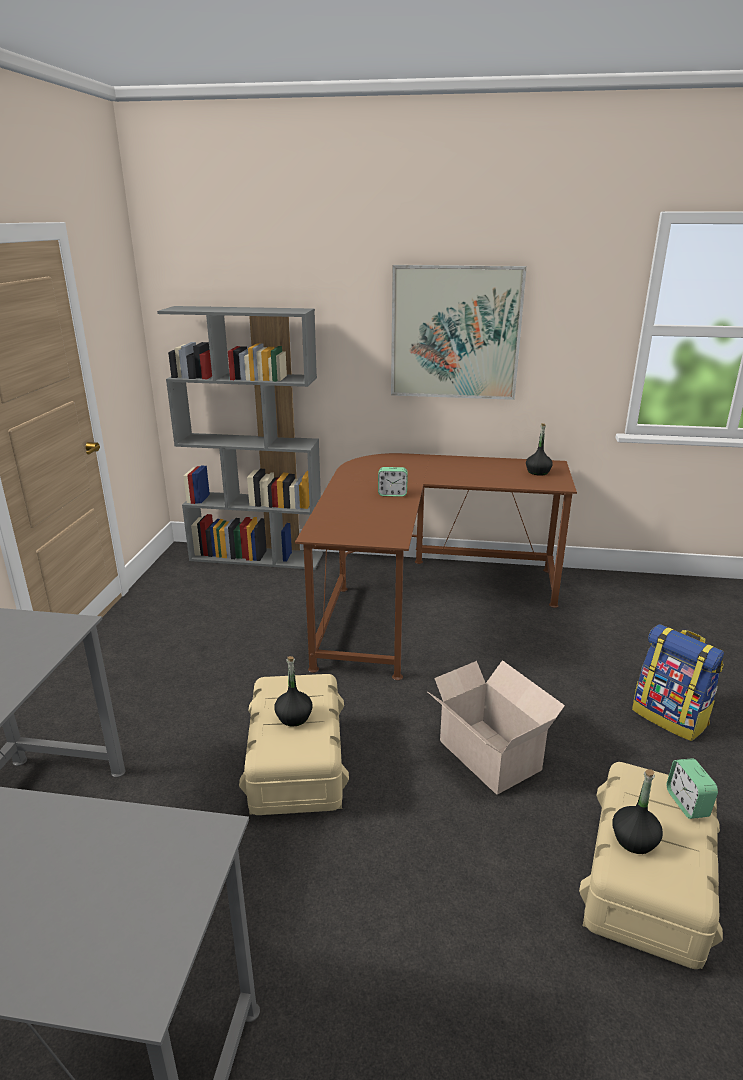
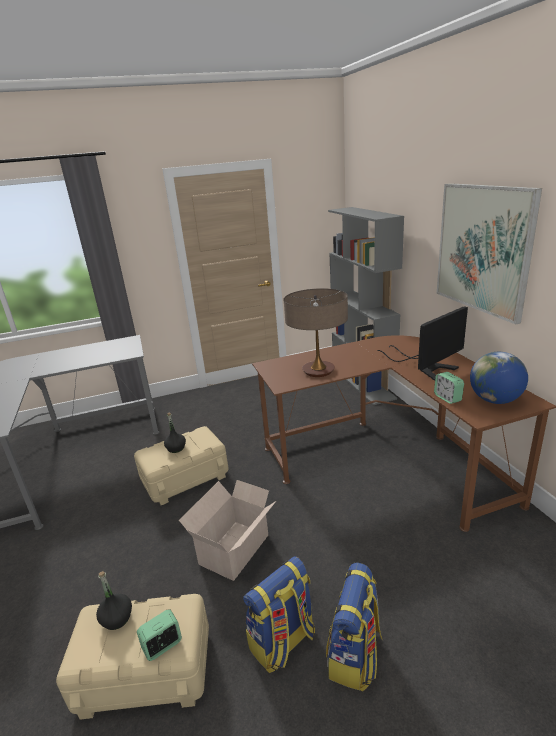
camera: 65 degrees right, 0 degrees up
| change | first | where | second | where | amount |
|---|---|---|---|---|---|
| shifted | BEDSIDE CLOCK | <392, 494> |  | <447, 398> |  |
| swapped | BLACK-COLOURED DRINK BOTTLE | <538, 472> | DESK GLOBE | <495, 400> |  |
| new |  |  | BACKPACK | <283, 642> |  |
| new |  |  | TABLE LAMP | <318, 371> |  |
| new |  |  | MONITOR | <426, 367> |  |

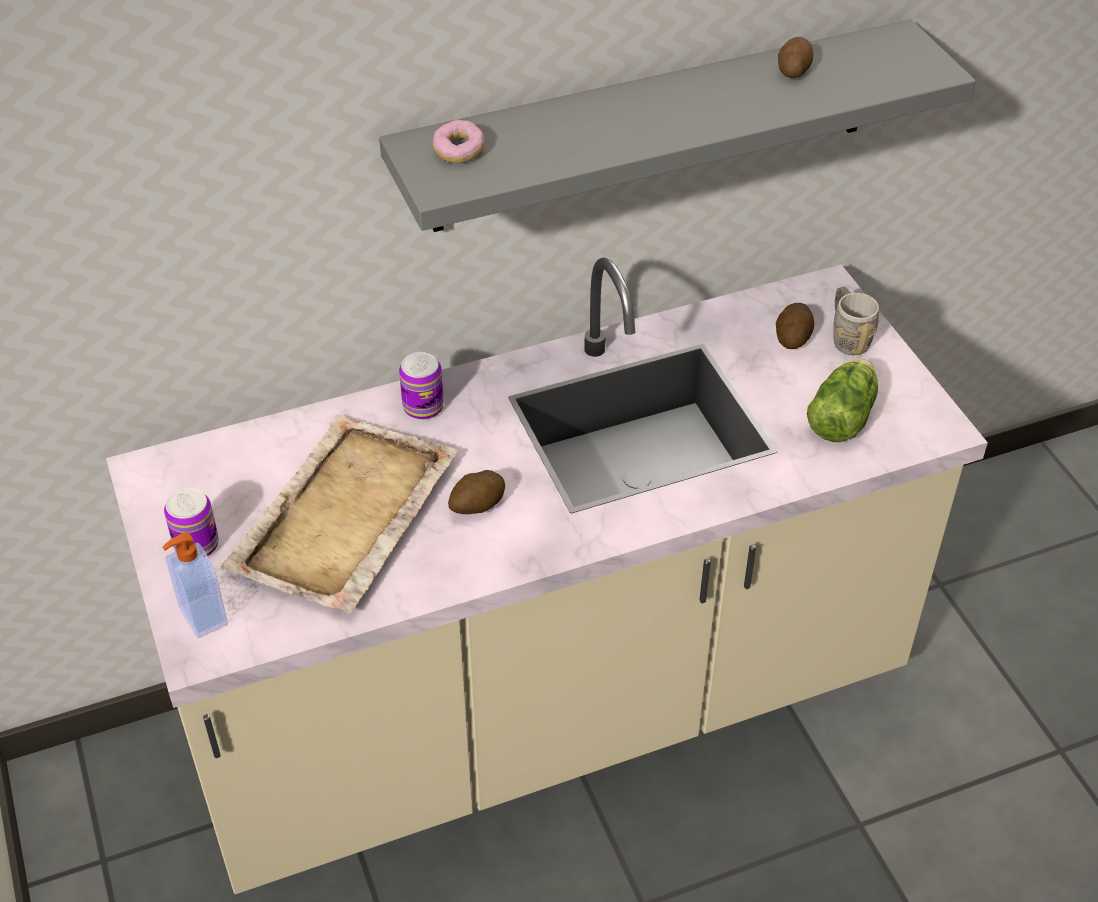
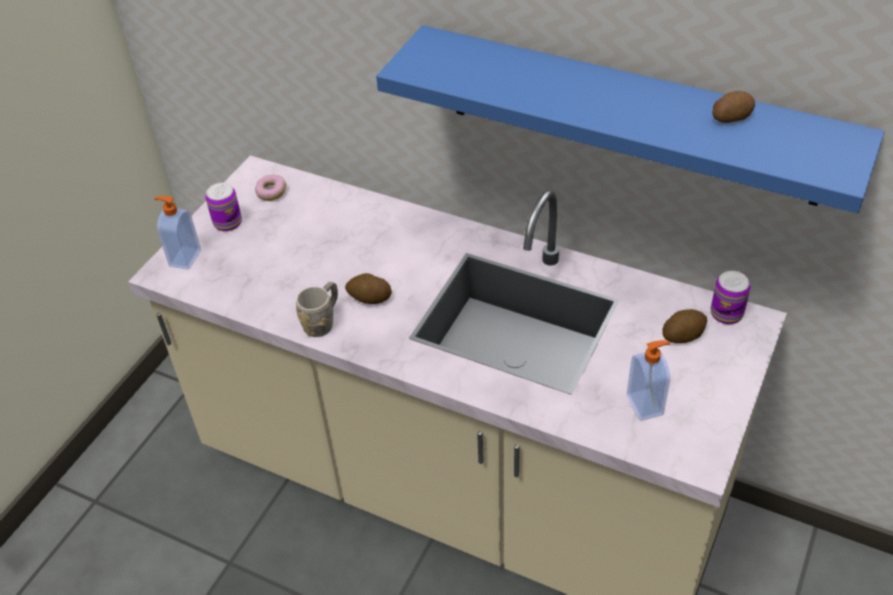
camera: 50 degrees right, 0 degrees up
| change | first | where | second | where | amount |
|---|---|---|---|---|---|
| gone | SAND-COLOURED SERVING TRAY | <342, 517> |  |  |  |
| repainted | GRAY SHELF | <654, 127> | BLUISH SHELF | <631, 115> |  |
| shifted | METAL CAN | <423, 407> |  | <726, 314> |  |
| shifted | DONUT | <458, 152> |  | <271, 193> |  |
| swapped | LETTUCE HEAD | <843, 415> | SOAP DISPENSER | <646, 404> |  |
| shifted | GRAY TEA MUG | <847, 338> |  | <322, 321> |  |

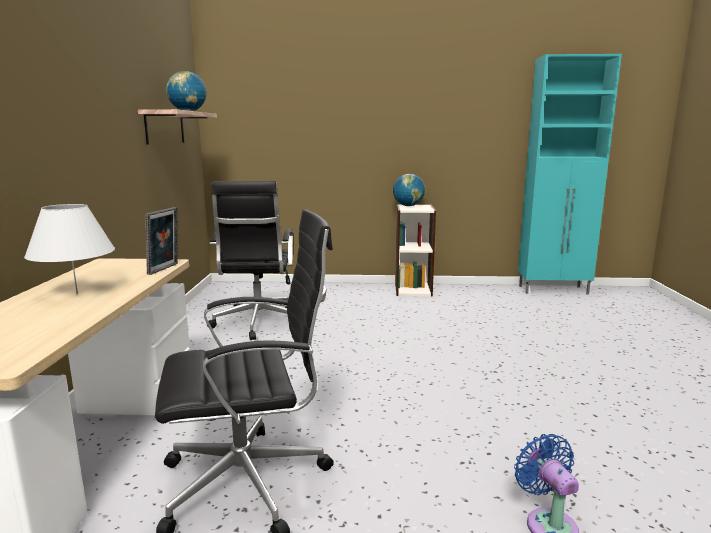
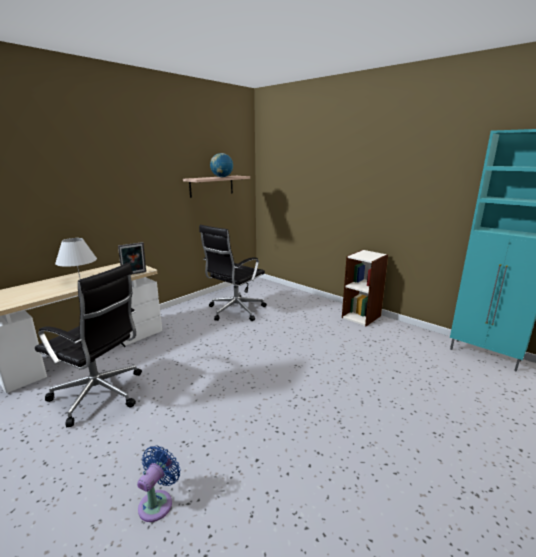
camera: 40 degrees right, 5 degrees up
| change | first | where | second | where | amount |
|---|---|---|---|---|---|
| gone | DESK GLOBE | <408, 206> |  |  |  |

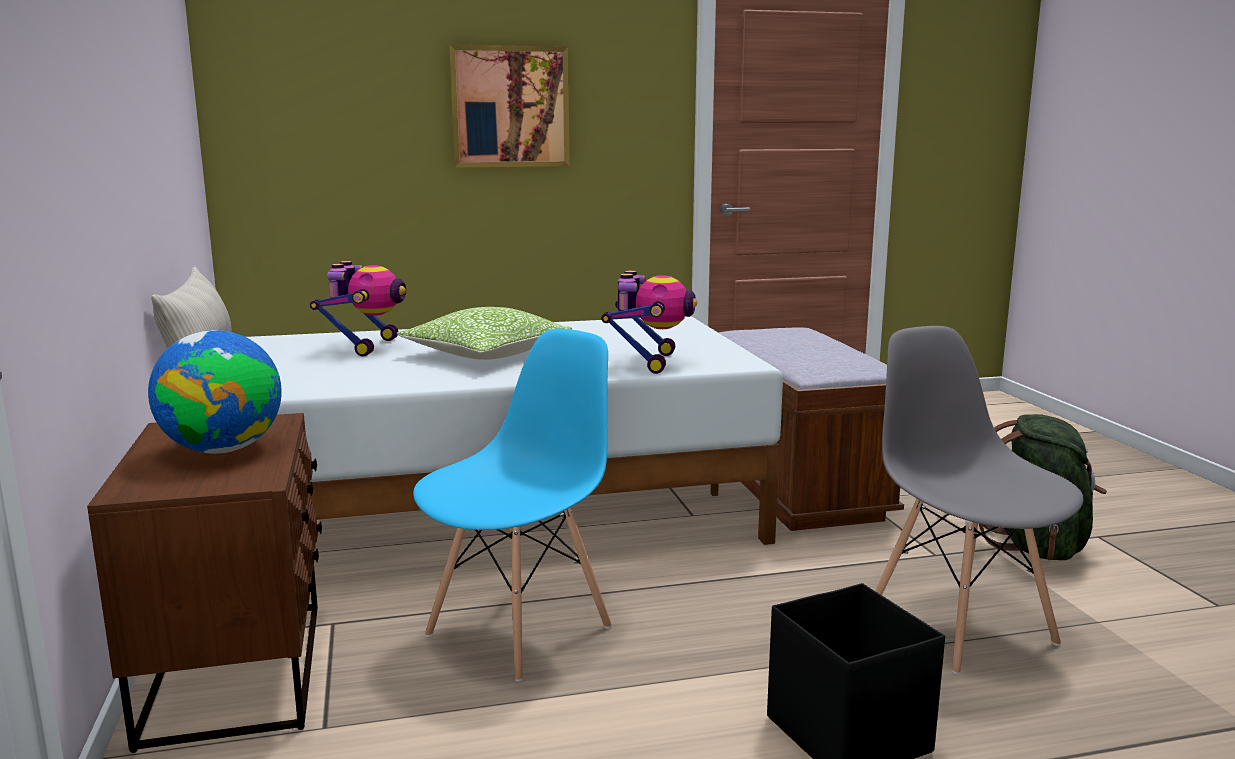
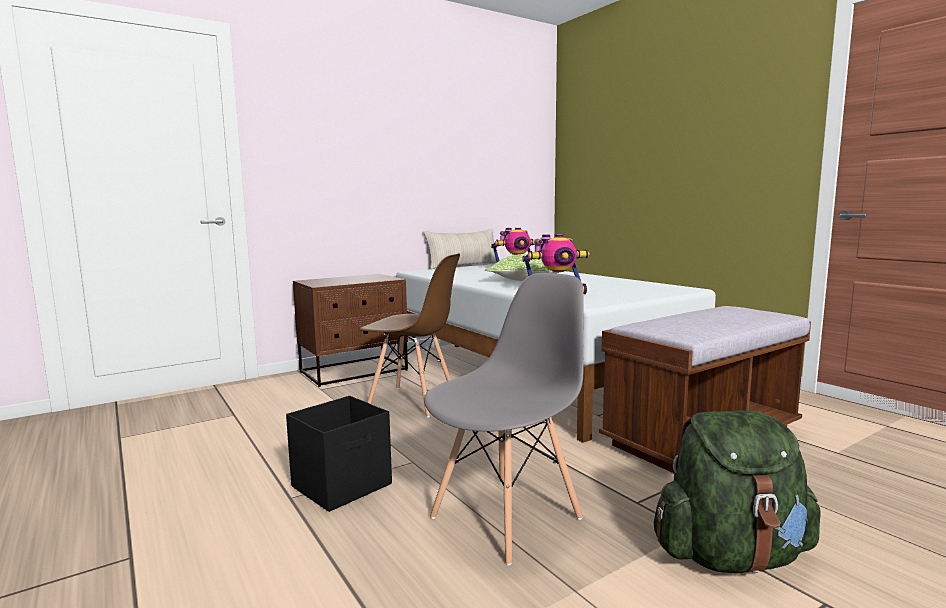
camera: 70 degrees right, 5 degrees down
| change | first | where | second | where | amount |
|---|---|---|---|---|---|
| gone | DESK GLOBE | <223, 450> |  |  |  |
| repainted | BLUISH CHAIR | <520, 630> | BROWN CHAIR | <412, 402> |  |
| gone | PICTURE | <510, 107> |  |  |  |

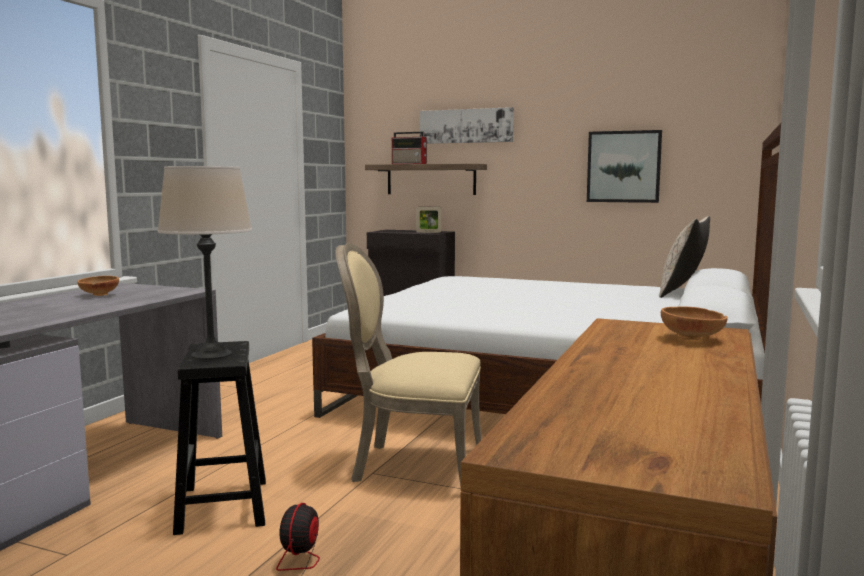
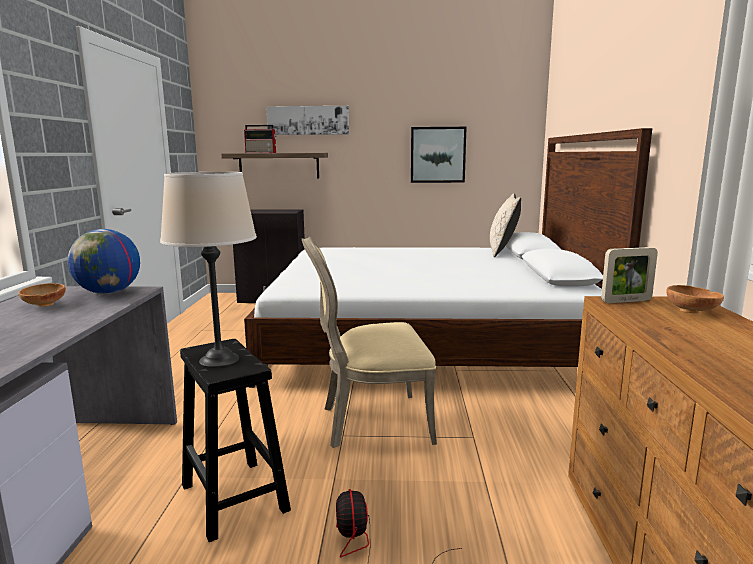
camera: 20 degrees left, 5 degrees up
| change | first | where | second | where | amount |
|---|---|---|---|---|---|
| shifted | PICTURE FRAME | <428, 232> |  | <626, 301> |  |
| new |  |  | DESK GLOBE | <109, 292> |  |

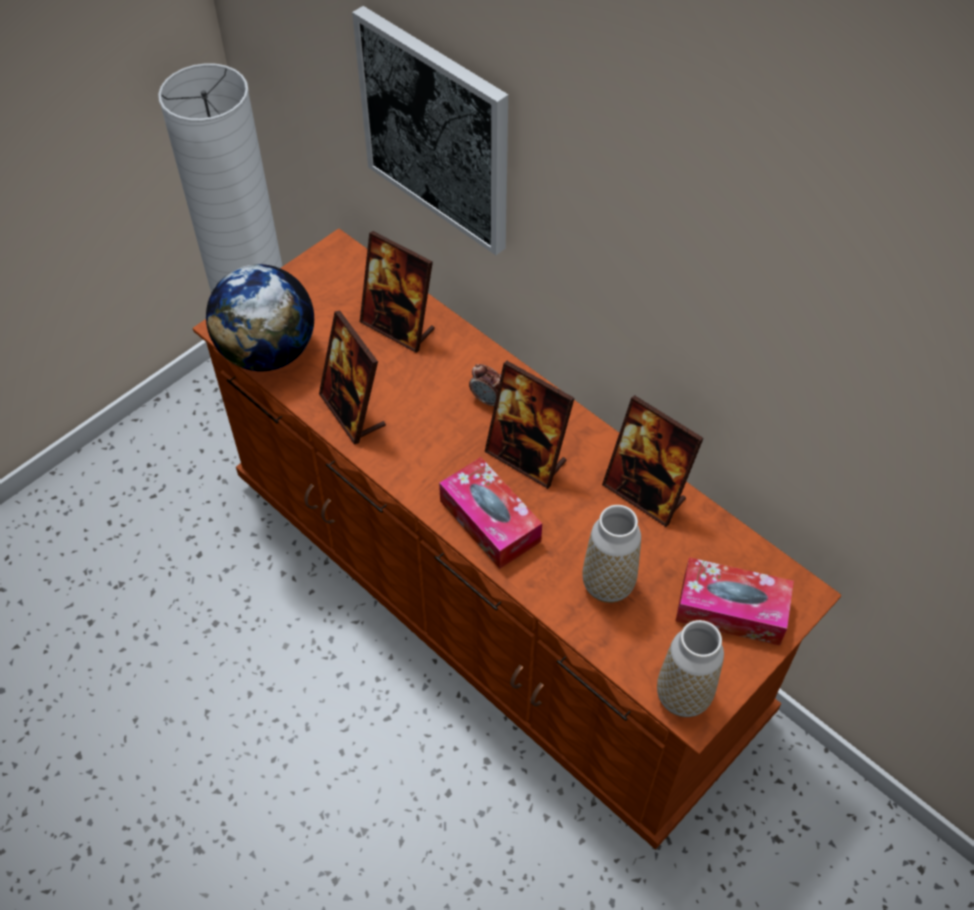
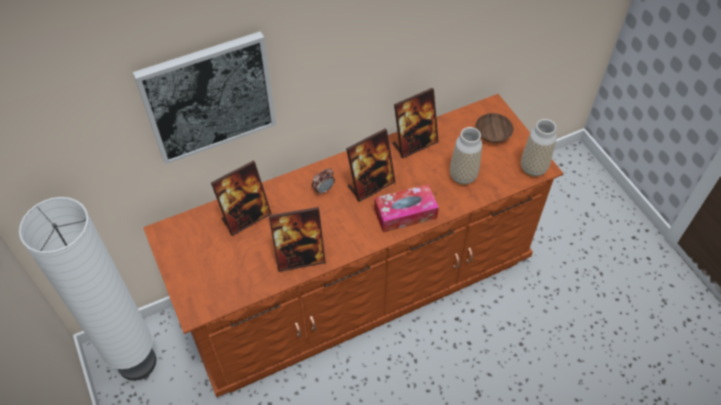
camera: 70 degrees left, 0 degrees up
| change | first | where | second | where | amount |
|---|---|---|---|---|---|
| gone | DESK GLOBE | <268, 352> |  |  |  |
| swapped | TISSUE HOLDER | <731, 609> | BROWN BOWL | <493, 134> |  |

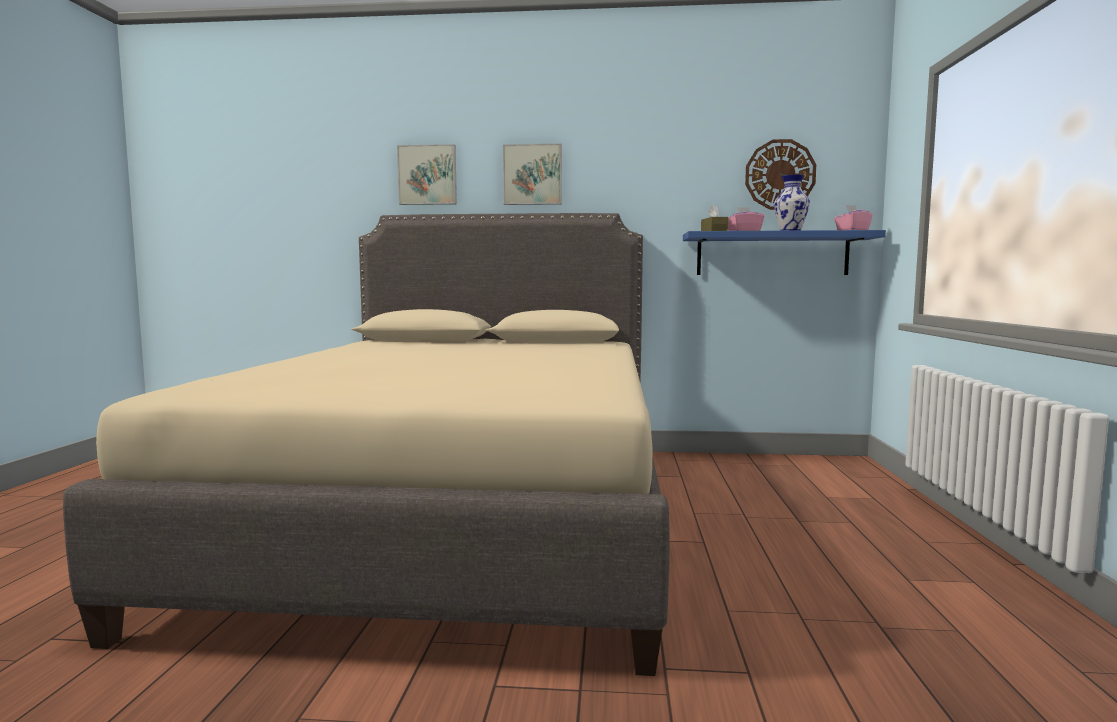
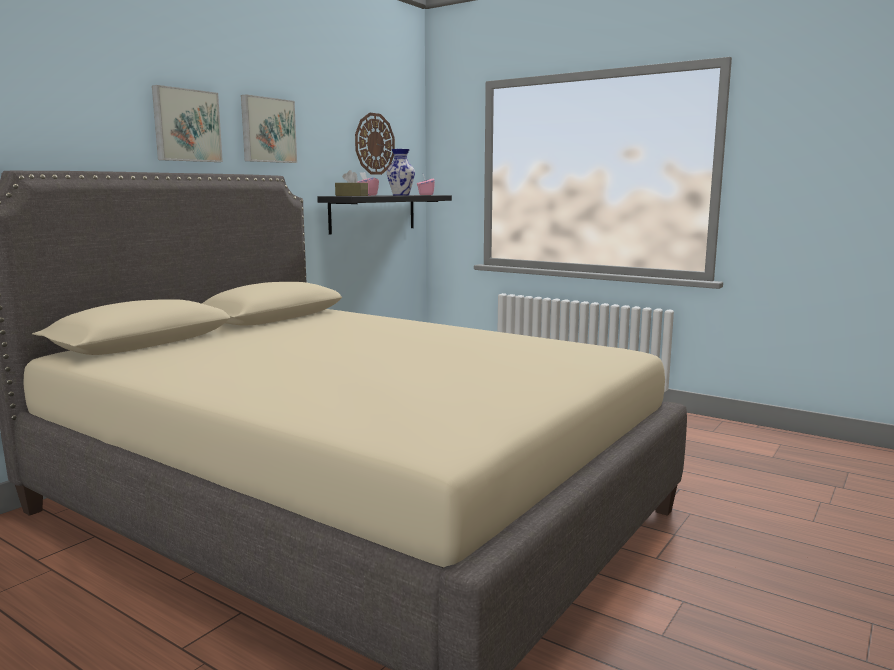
camera: 60 degrees left, 5 degrees up
| change | first | where | second | where | amount |
|---|---|---|---|---|---|
| shifted | PICTURE | <428, 175> |  | <267, 130> |  |
| repainted | BLUISH SHELF | <772, 254> | BLACK-COLOURED SHELF | <373, 213> |  |

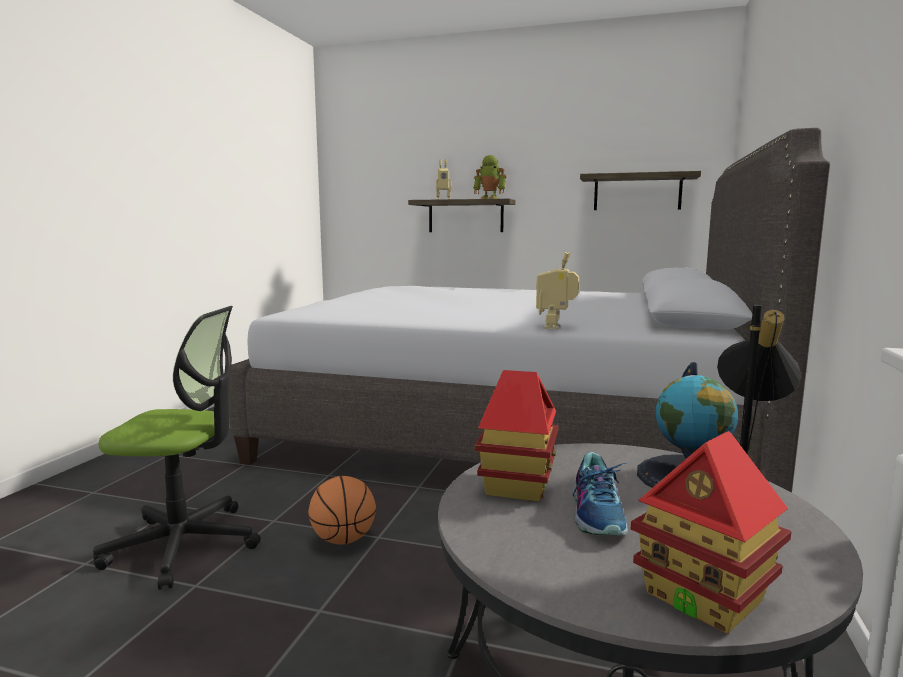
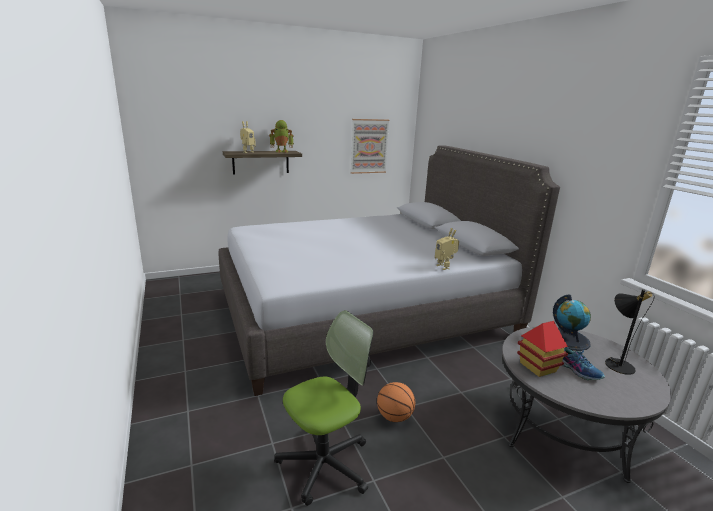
camera: 40 degrees left, 10 degrees up
| change | first | where | second | where | amount |
|---|---|---|---|---|---|
| swapped | SHELF | <637, 192> | PICTURE | <369, 146> |  |
| gone | MINIATURE HOUSE | <704, 597> |  |  |  |

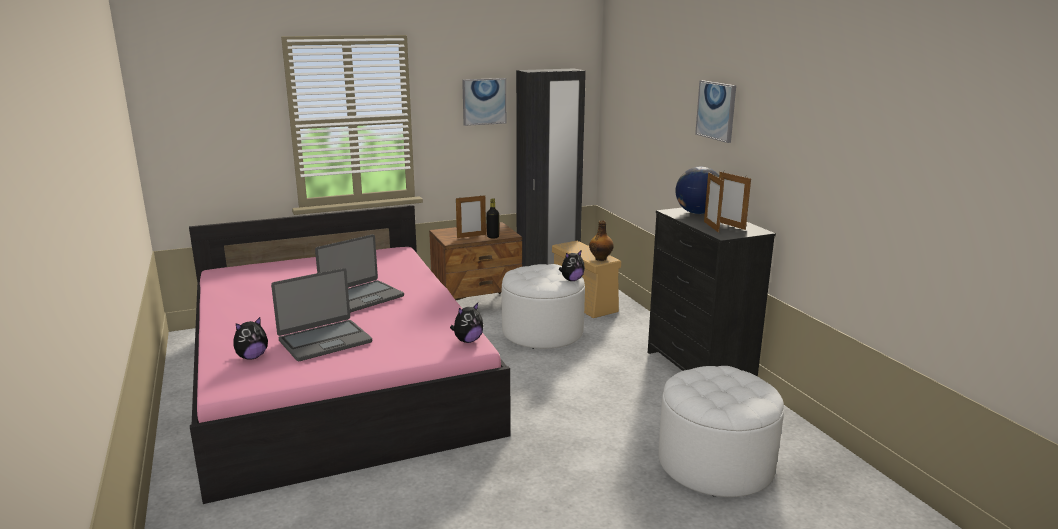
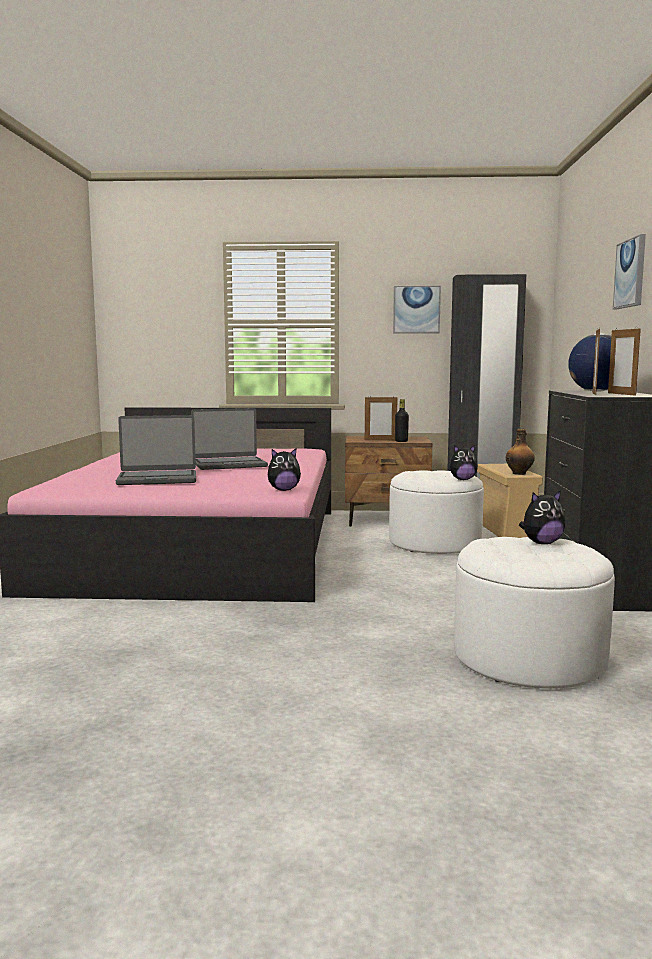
camera: 25 degrees right, 10 degrees down
| change | first | where | second | where | amount |
|---|---|---|---|---|---|
| shifted | CUDDLY TOY | <252, 357> |  | <541, 543> |  |

